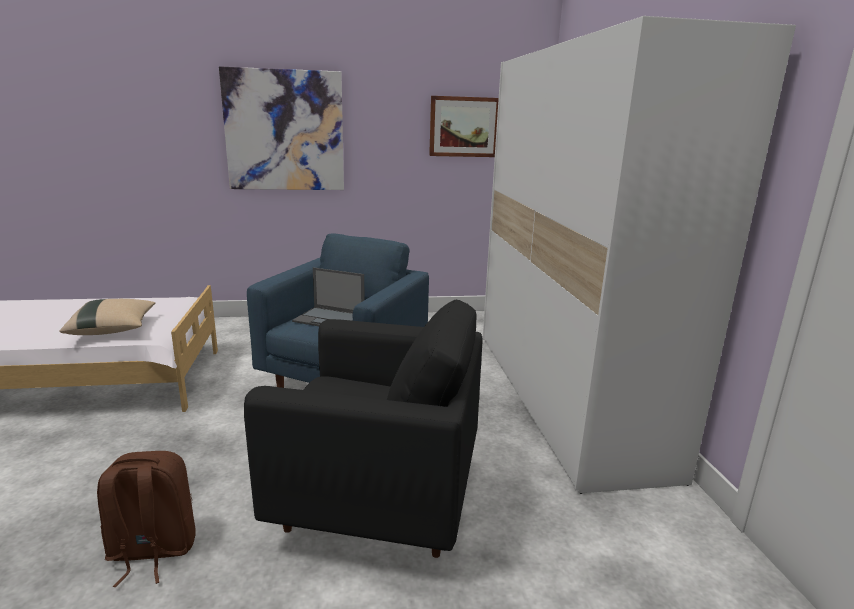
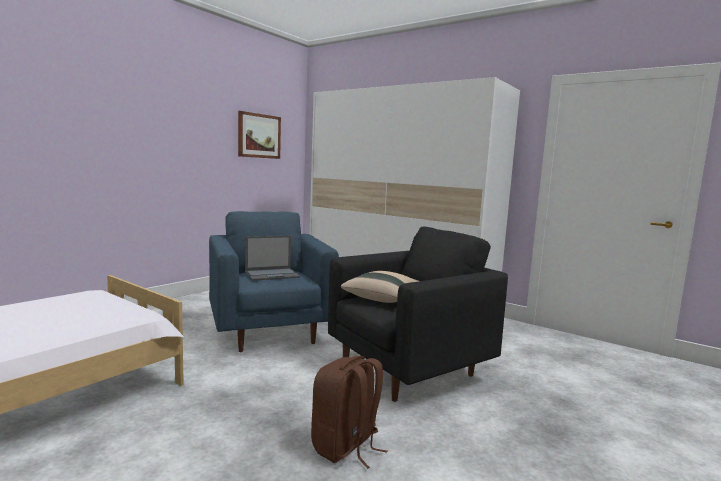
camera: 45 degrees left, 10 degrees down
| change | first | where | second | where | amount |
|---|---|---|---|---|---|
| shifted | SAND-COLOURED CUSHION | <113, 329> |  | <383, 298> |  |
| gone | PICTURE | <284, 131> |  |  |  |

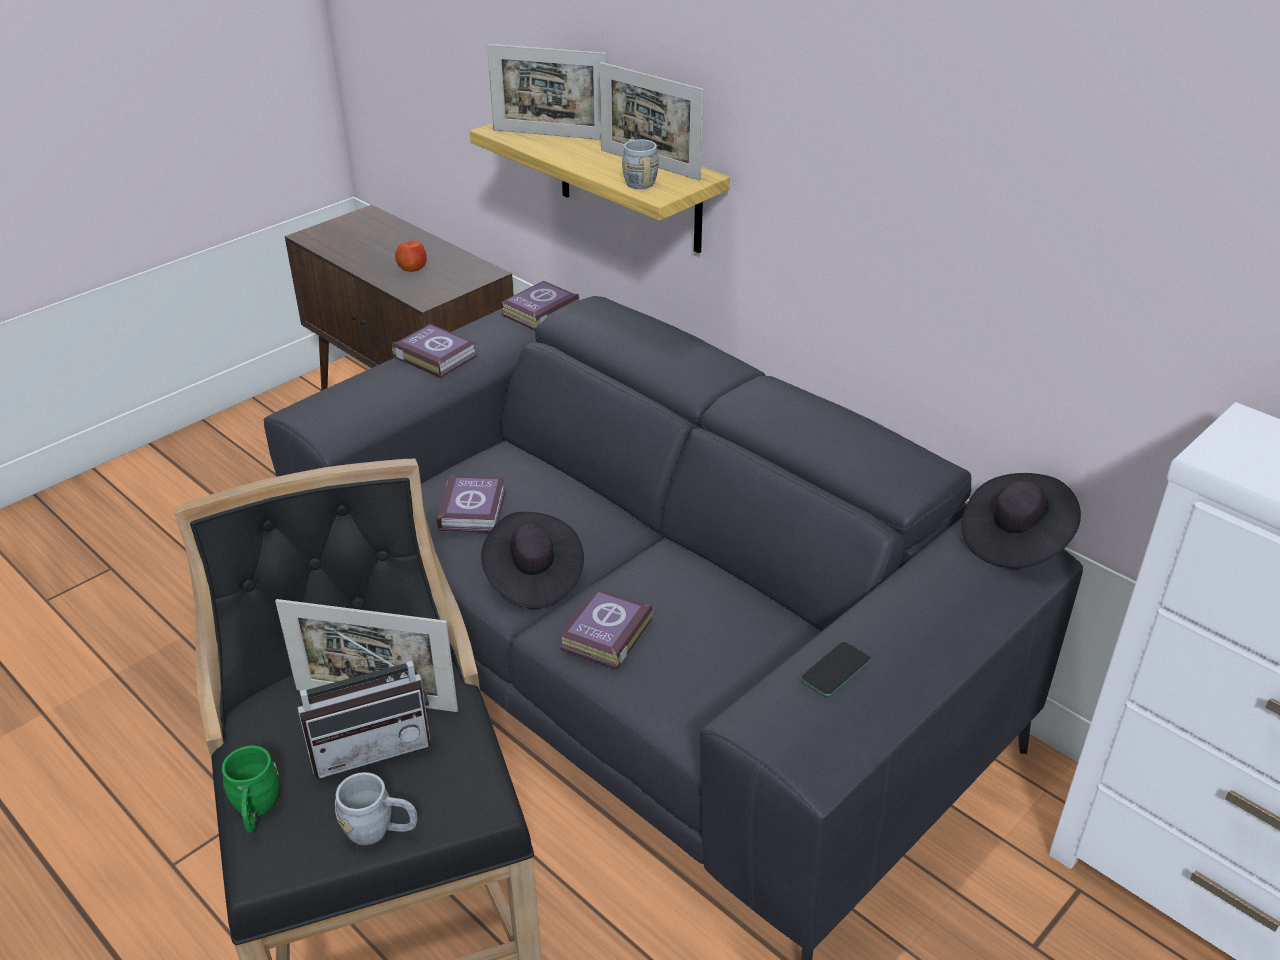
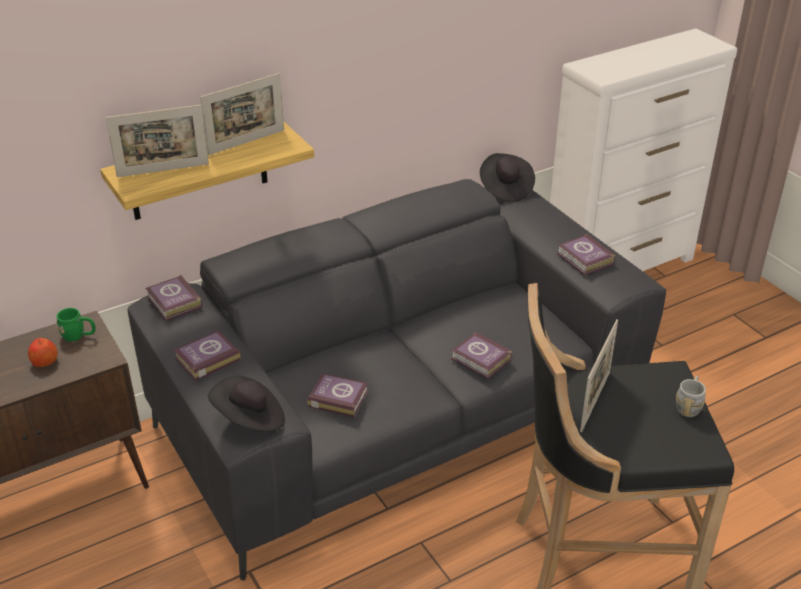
camera: 75 degrees left, 0 degrees up
| change | first | where | second | where | amount |
|---|---|---|---|---|---|
| shifted | GREENISH TEA MUG | <256, 811> |  | <78, 336> |  |
| gone | RADIO SET | <370, 744> |  |  |  |
| shifted | BLACK-COLOURED WEARABLE HAT | <532, 577> |  | <250, 419> |  |
| rotated | PICTURE FRAME | <550, 135> |  | <163, 170> | 45 degrees clockwise |
| gone | GRAY TEA MUG | <637, 180> |  |  |  |
| swapped | HANDSET | <835, 670> | BOOK | <585, 260> |  |

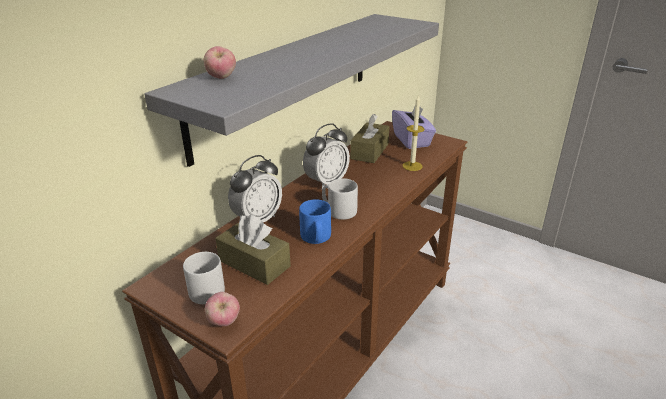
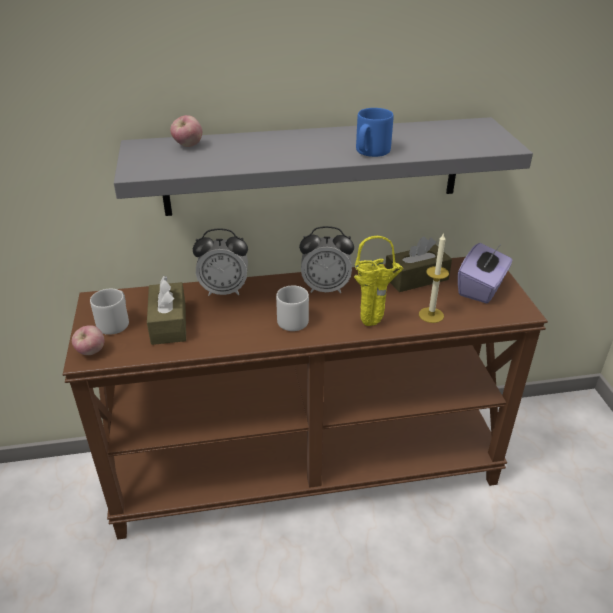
camera: 45 degrees right, 5 degrees up
| change | first | where | second | where | amount |
|---|---|---|---|---|---|
| shifted | BLUISH TEA MUG | <316, 238> |  | <370, 152> |  |
| new |  |  | YELLOW VASE | <373, 324> |  |

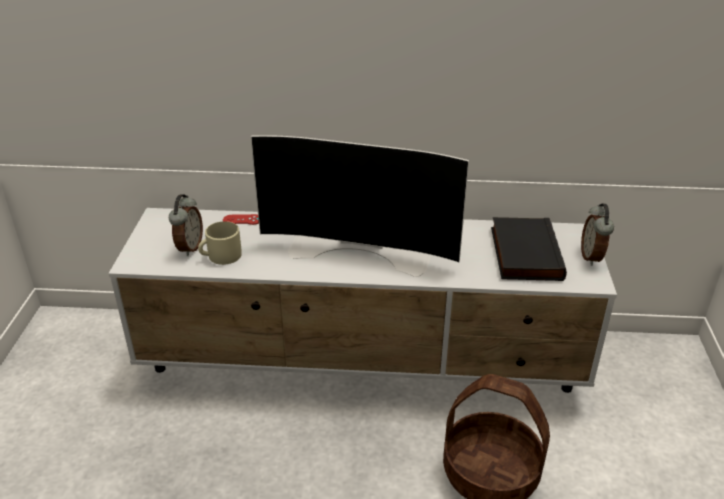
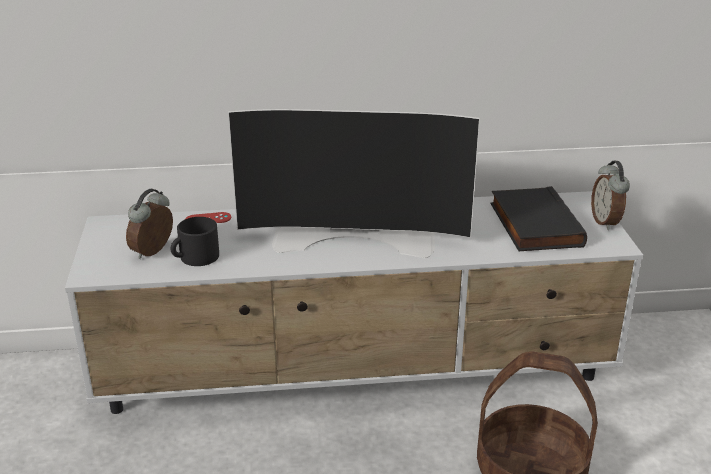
camera: 10 degrees left, 5 degrees down
| change | first | where | second | where | amount |
|---|---|---|---|---|---|
| rotated | BEDSIDE CLOCK | <189, 247> |  | <154, 252> | 150 degrees counterclockwise |
| repainted | SAND-COLOURED TEA MUG | <220, 256> | BLACK-COLOURED TEA MUG | <195, 258> |  |

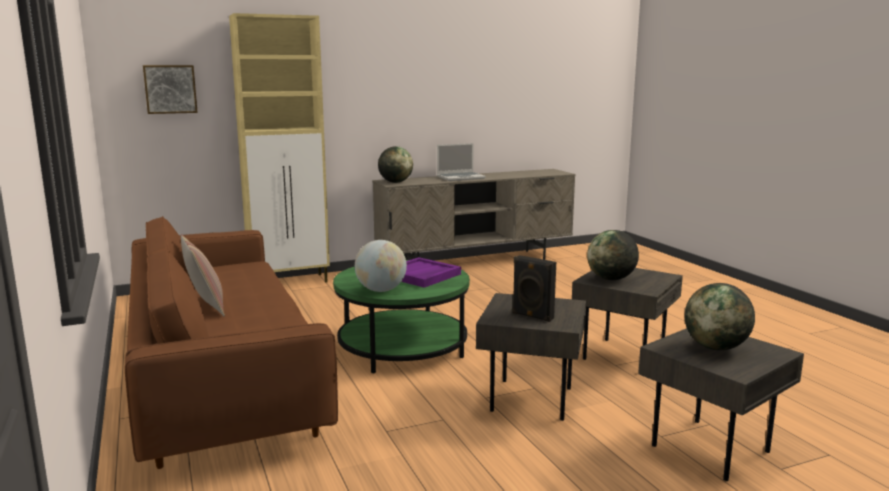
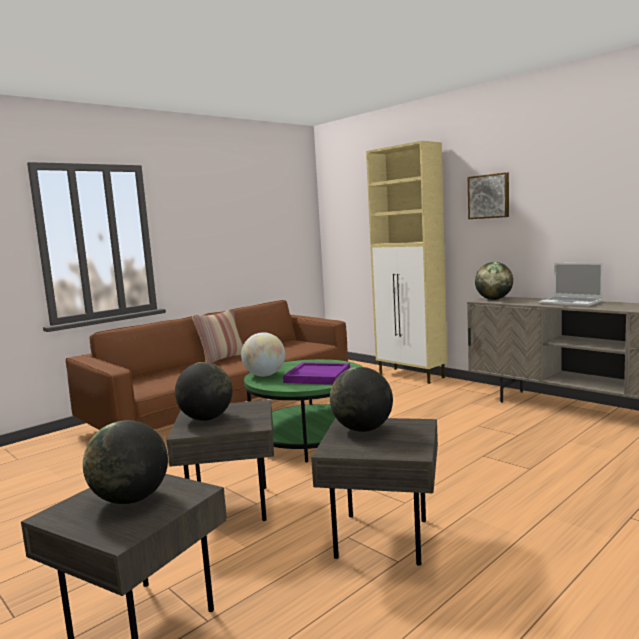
camera: 70 degrees right, 5 degrees down
| change | first | where | second | where | amount |
|---|---|---|---|---|---|
| shifted | PICTURE | <170, 89> |  | <489, 196> |  |
| swapped | BLACK-COLOURED AUDIO SPEAKER | <532, 316> | DESK GLOBE | <206, 419> |  |

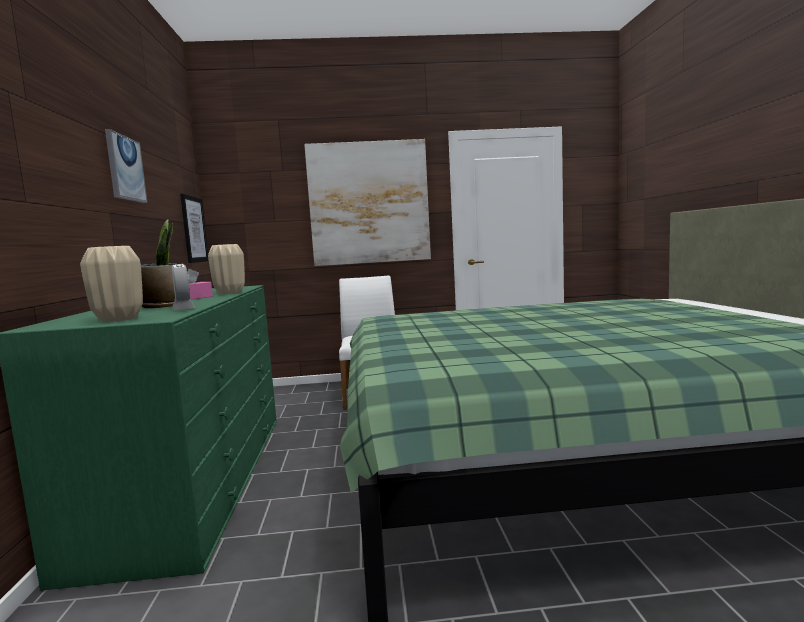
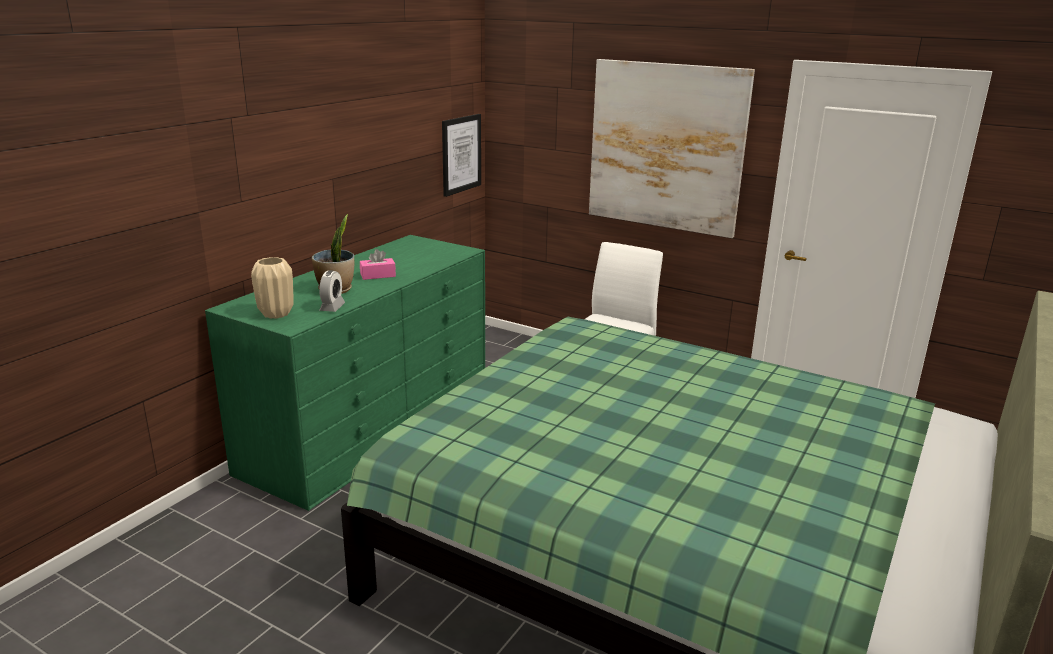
camera: 35 degrees right, 15 degrees up
| change | first | where | second | where | amount |
|---|---|---|---|---|---|
| gone | PICTURE | <125, 168> |  |  |  |
| gone | SAND-COLOURED VASE | <229, 293> |  |  |  |

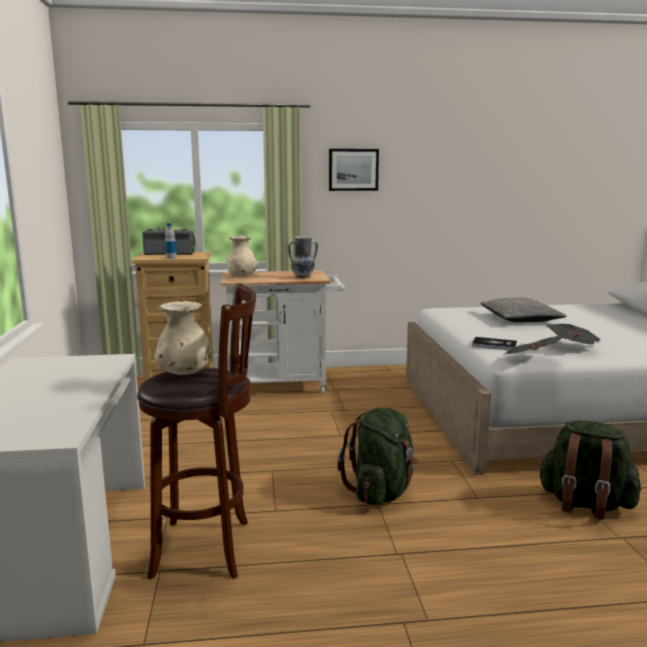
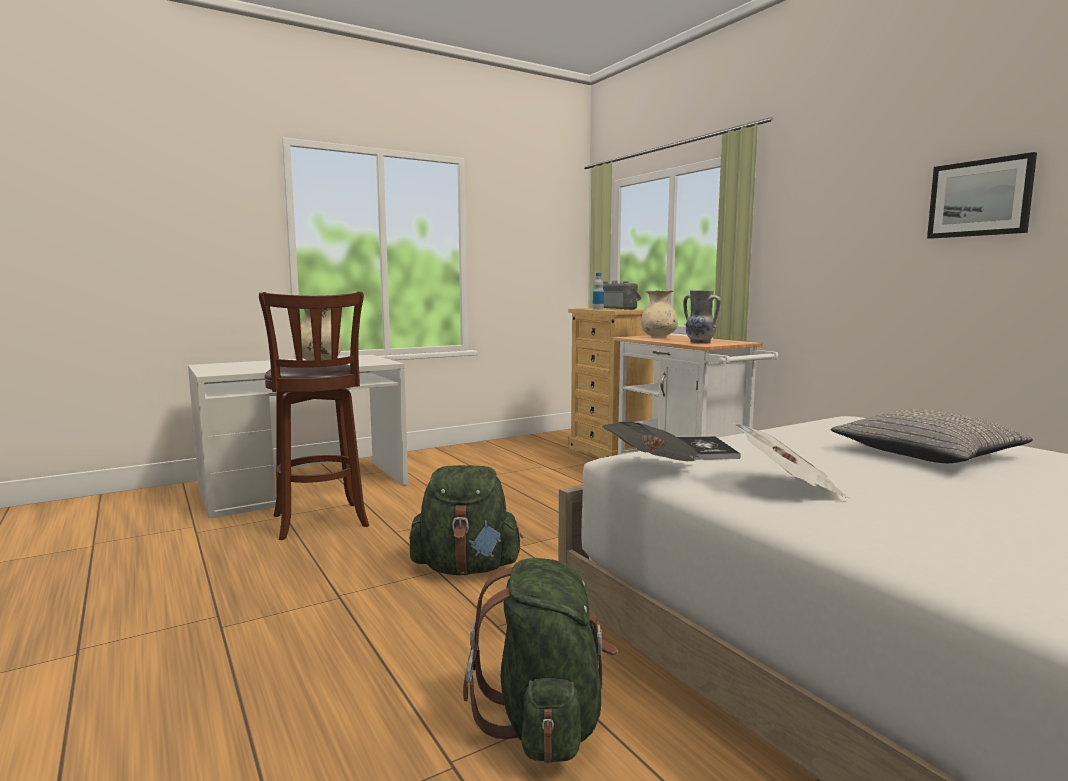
camera: 65 degrees right, 5 degrees down
| change | first | where | second | where | amount |
|---|---|---|---|---|---|
| shifted | PICTURE | <353, 169> |  | <980, 198> |  |

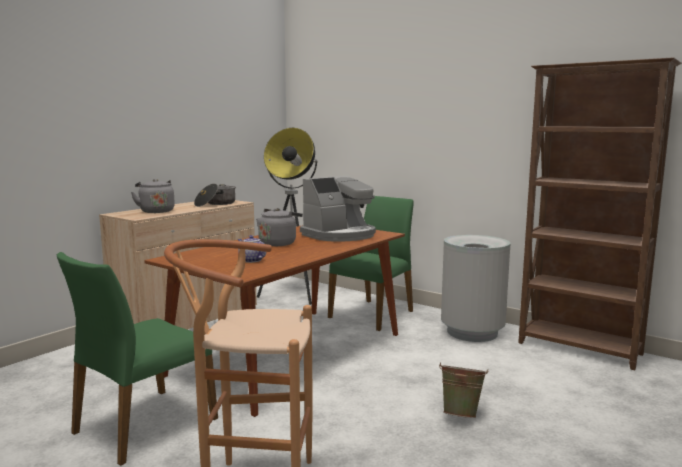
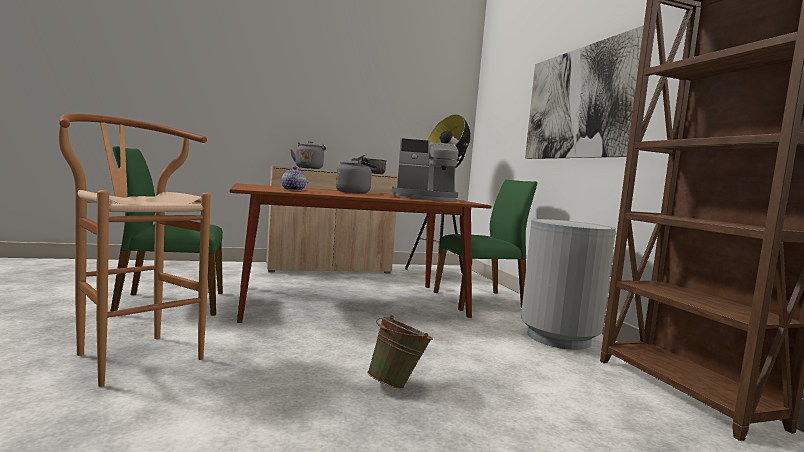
camera: 35 degrees right, 5 degrees down
| change | first | where | second | where | amount |
|---|---|---|---|---|---|
| new |  |  | PICTURE | <580, 103> |  |

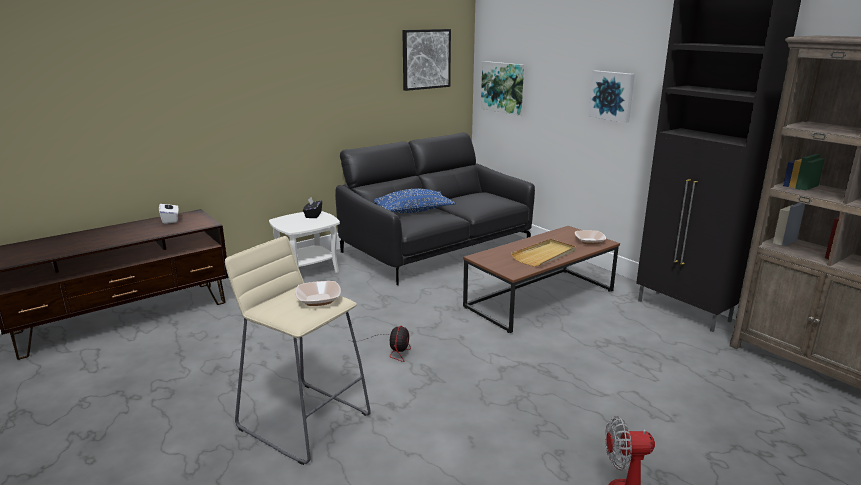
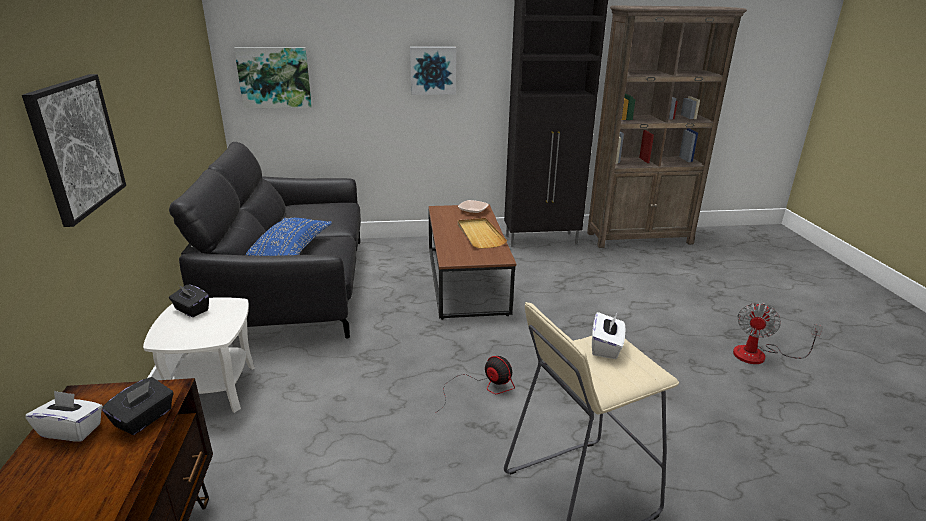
camera: 60 degrees left, 5 degrees up
| change | first | where | second | where | amount |
|---|---|---|---|---|---|
| swapped | BOWL | <318, 300> | WHITE-COLOURED TISSUE HOLDER | <606, 347> |  |
| shifted | PICTURE | <426, 59> |  | <76, 147> |  |
| new |  |  | BLACK-COLOURED TISSUE HOLDER | <144, 419> |  |

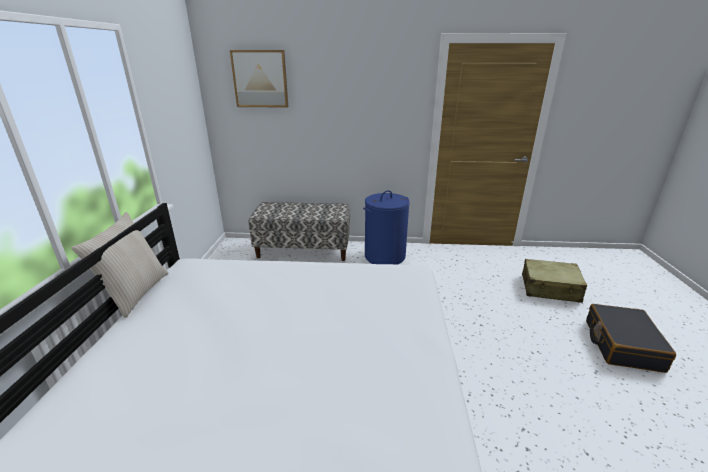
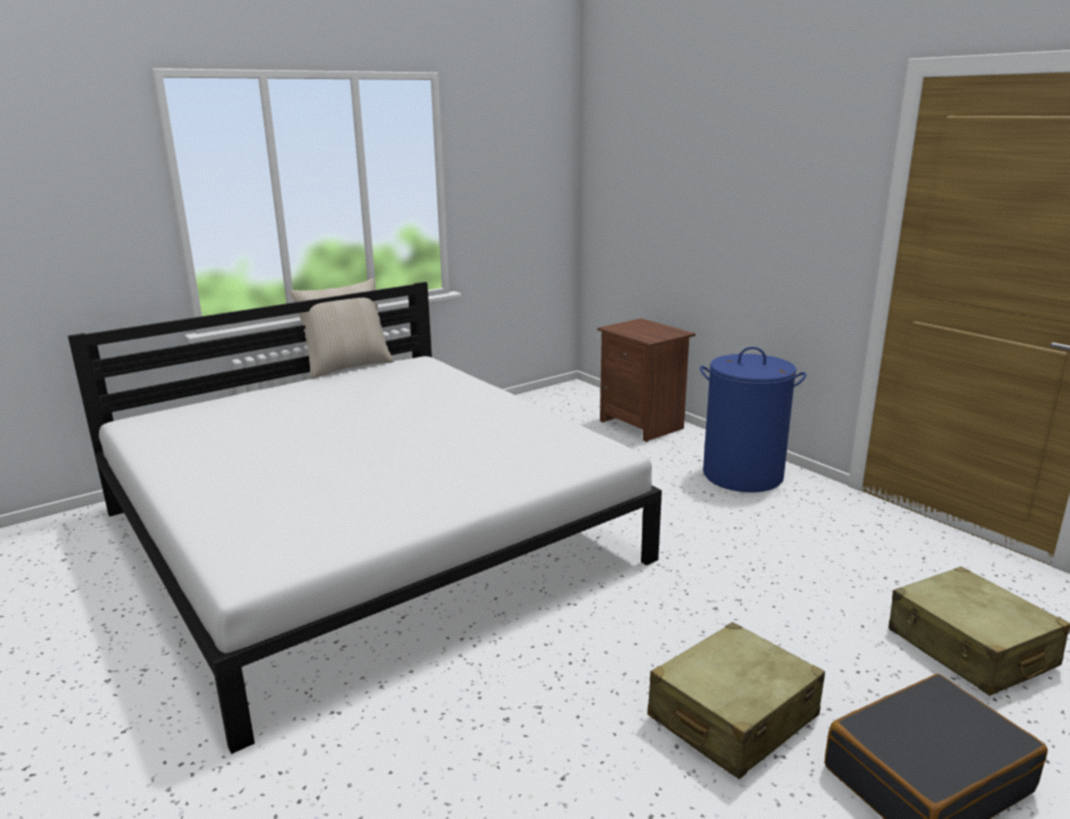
camera: 50 degrees right, 5 degrees down
| change | first | where | second | where | amount |
|---|---|---|---|---|---|
| gone | PICTURE | <260, 79> |  |  |  |
| swapped | INDOOR BENCH | <304, 250> | BROWN NIGHTSTAND | <642, 424> |  |
| new |  |  | SAND-COLOURED TRAVEL CASE | <732, 717> |  |

